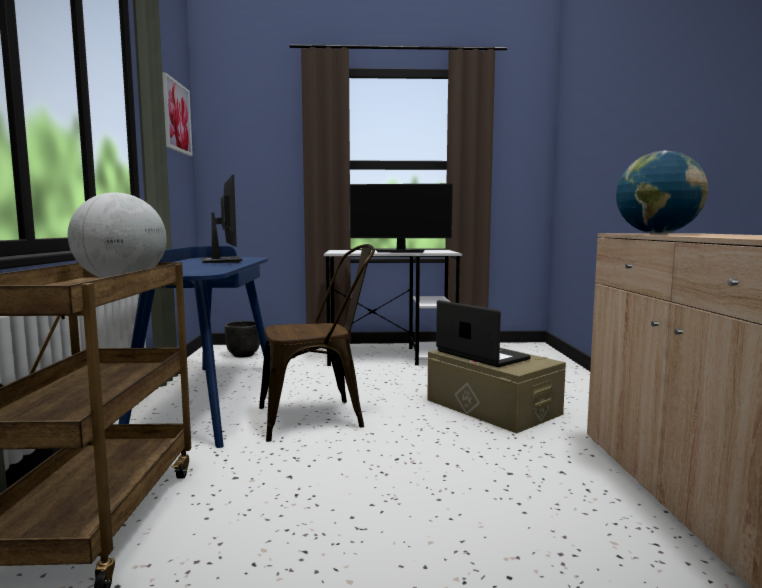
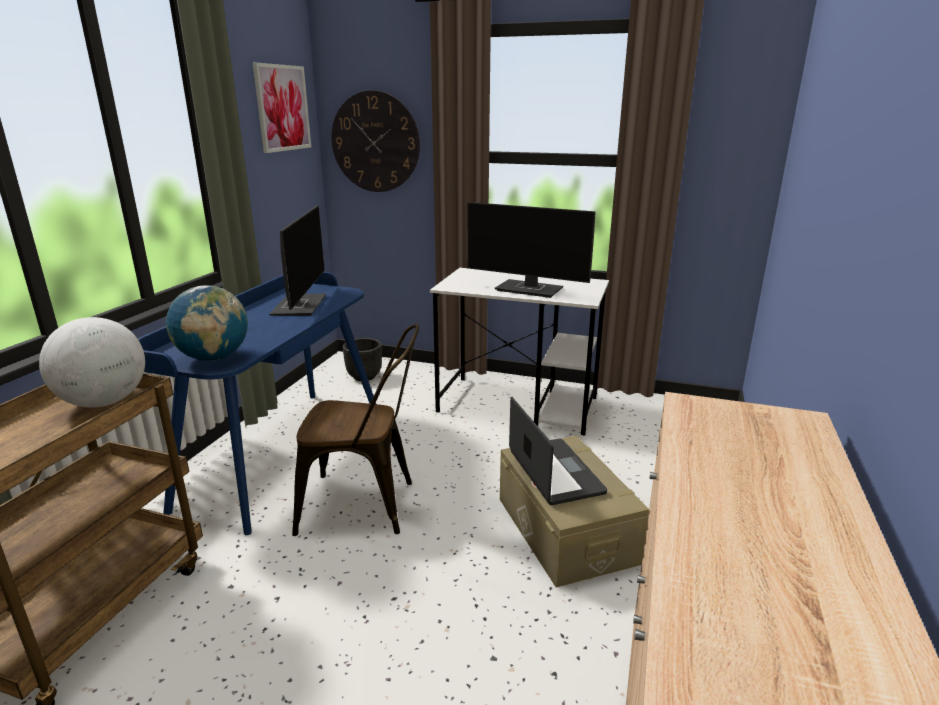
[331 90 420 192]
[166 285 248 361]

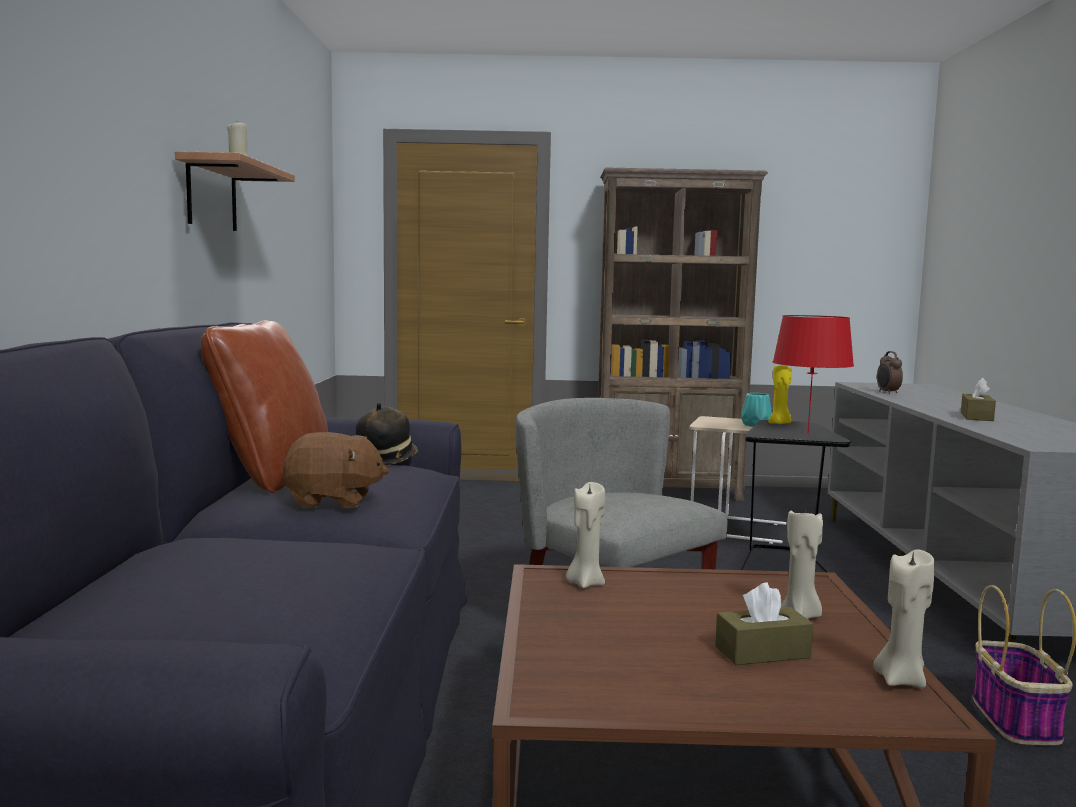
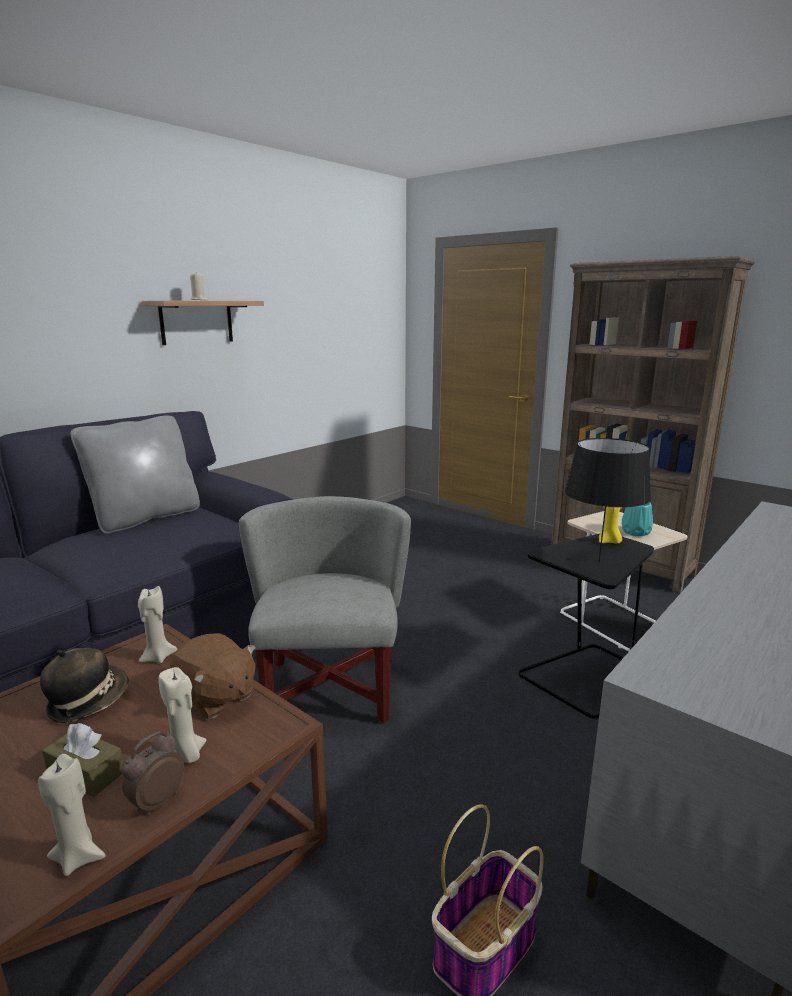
[961 378 996 421] (first image)
[169 633 256 719]
[40 648 129 723]
[121 731 184 815]
[71 415 200 534]
[565 438 651 562]

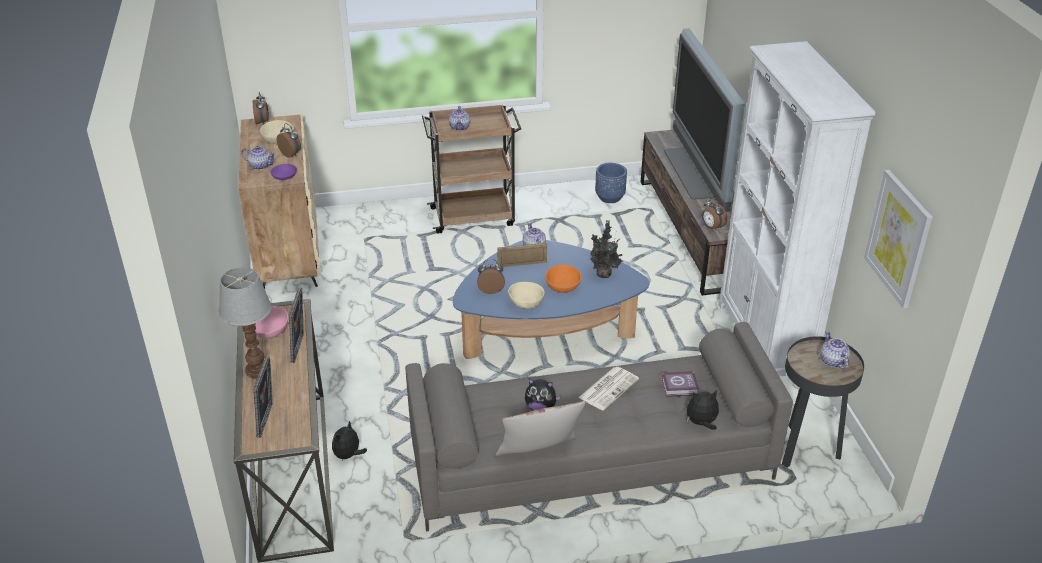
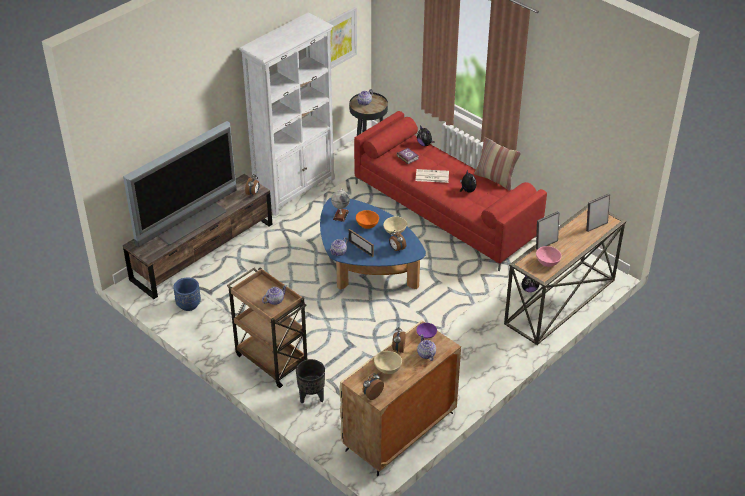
[219 267 272 378] (first image)
[296 359 325 403]
[331 188 350 222]
[354 111 547 271]

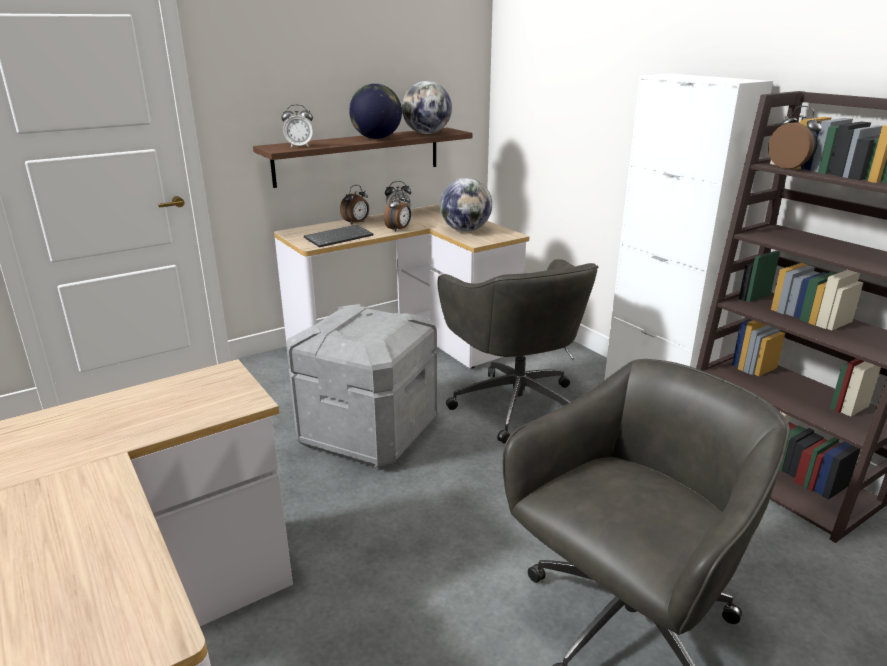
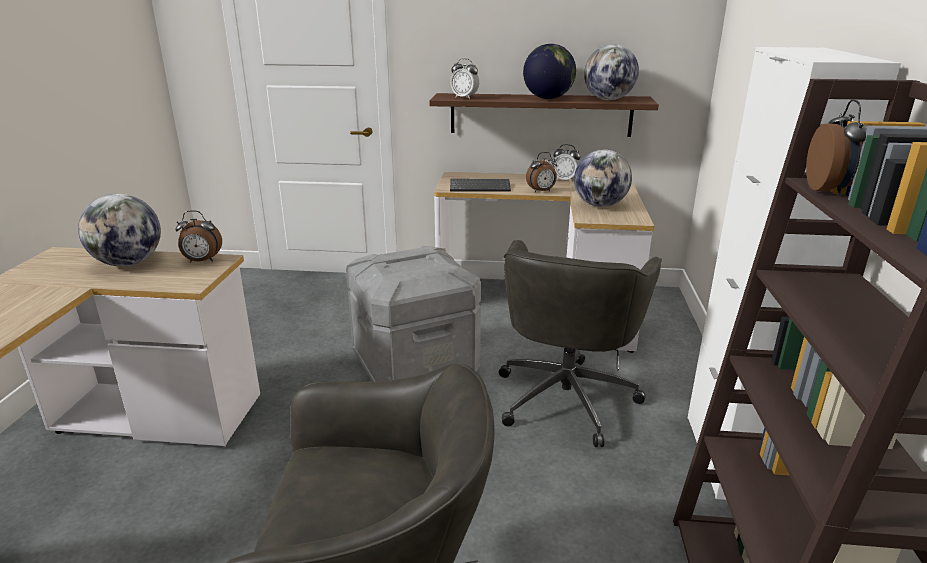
[78 194 161 266]
[175 210 222 262]

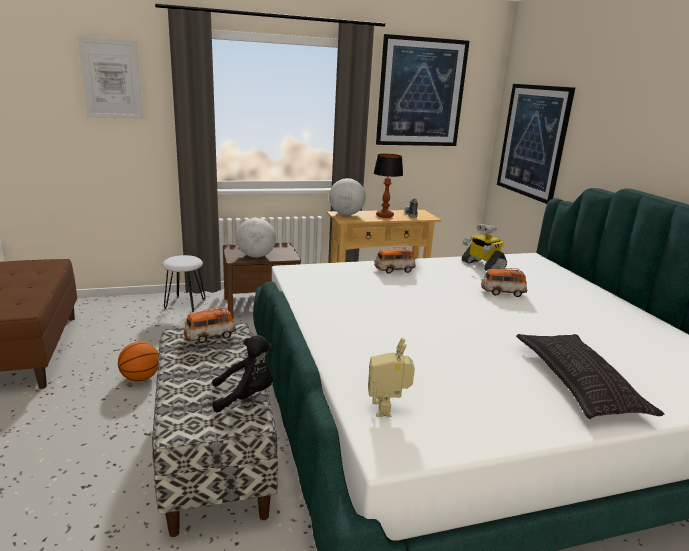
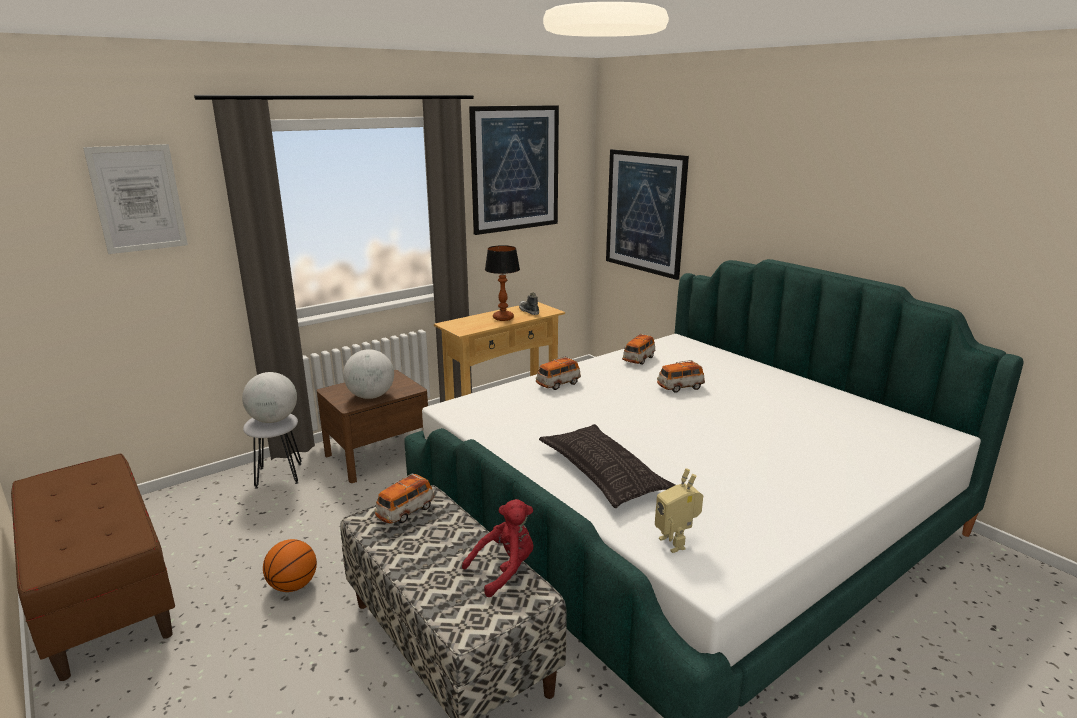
[242 372 297 423]
[539 424 675 508]
[622 333 655 365]
[462 499 533 597]

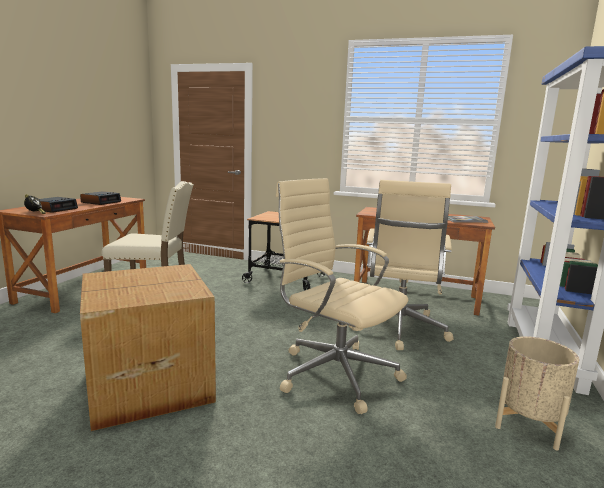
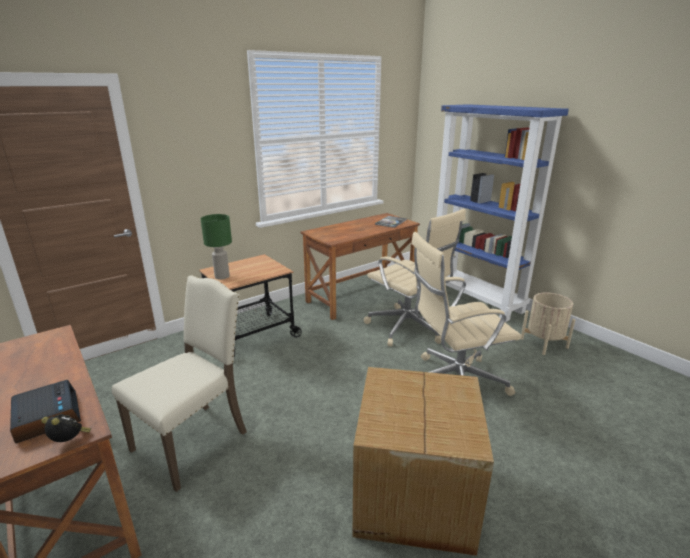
[80 191 121 205] (first image)
[201 214 232 280]

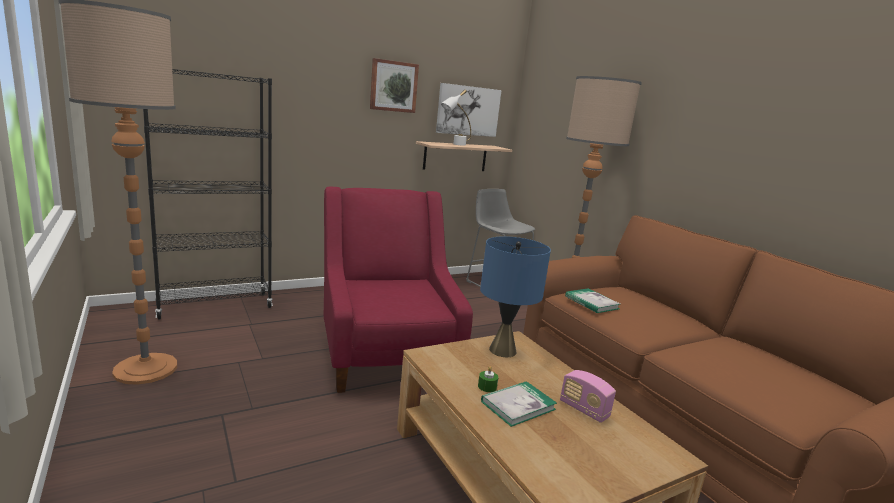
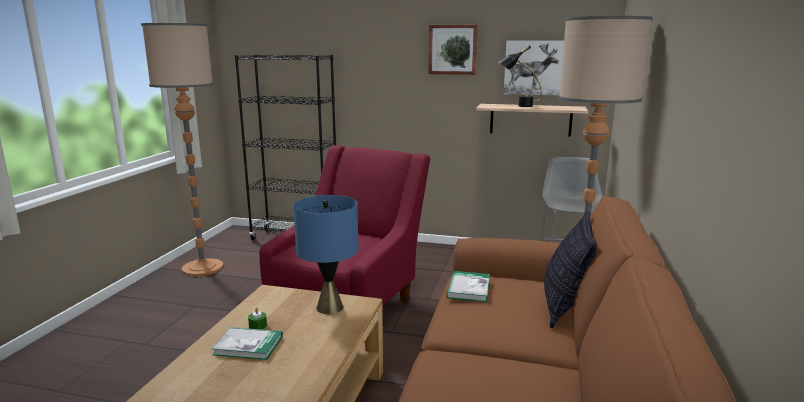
[560 370 616 423] (first image)
[544 210 597 328]
[498 45 542 107]

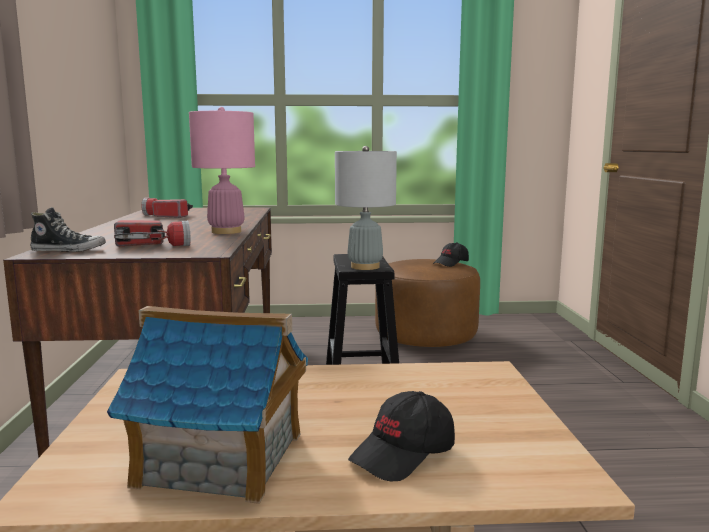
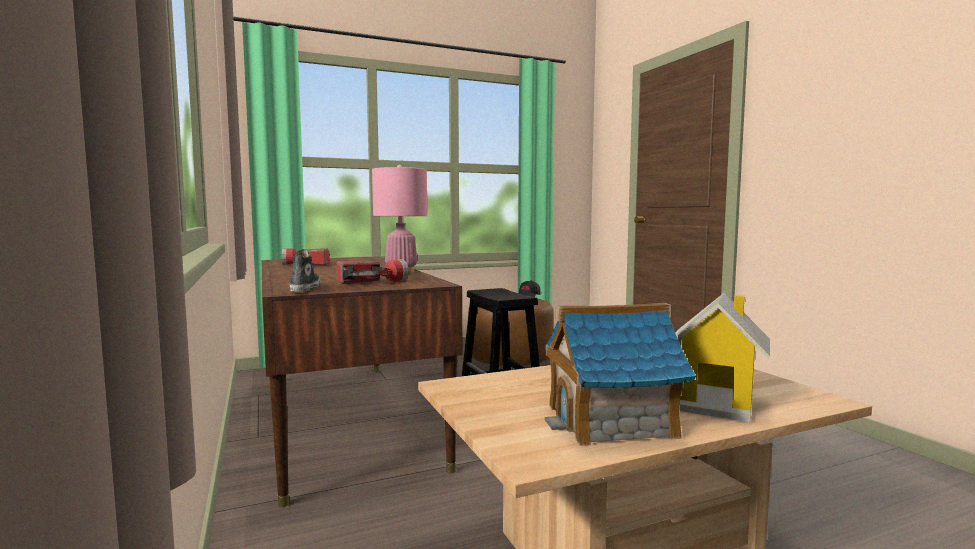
[335 146 397 270] (first image)
[676 293 770 422]
[290 249 321 292]

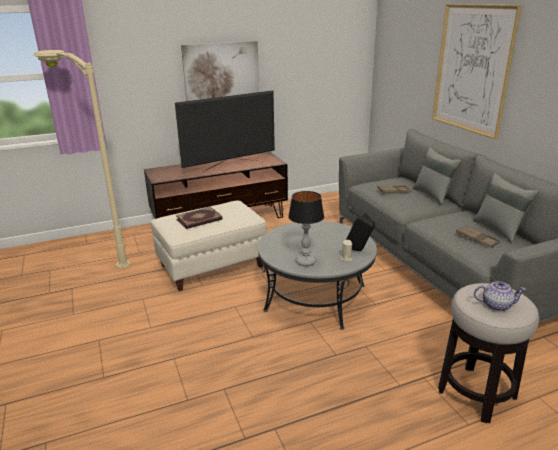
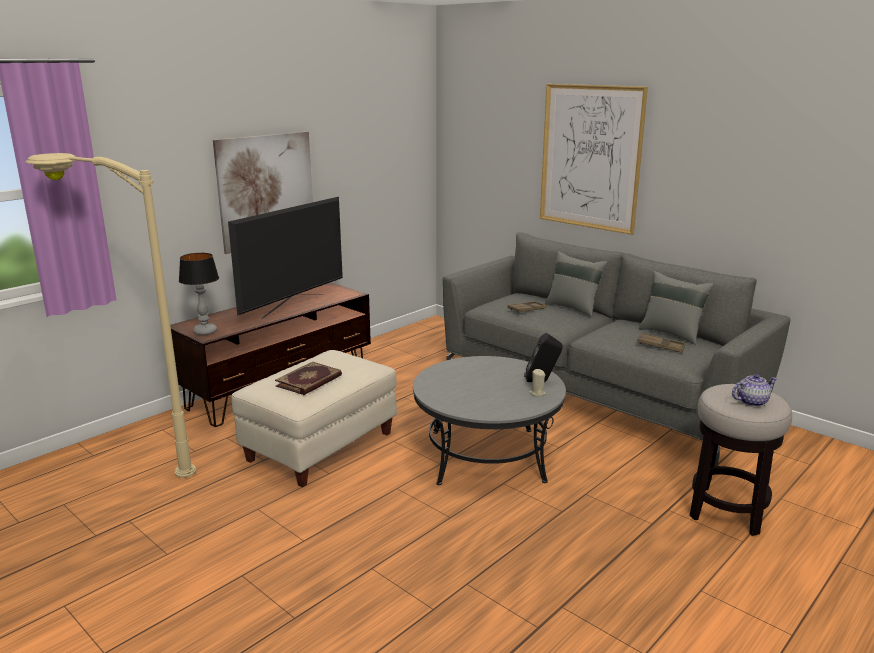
[179 253 219 335]

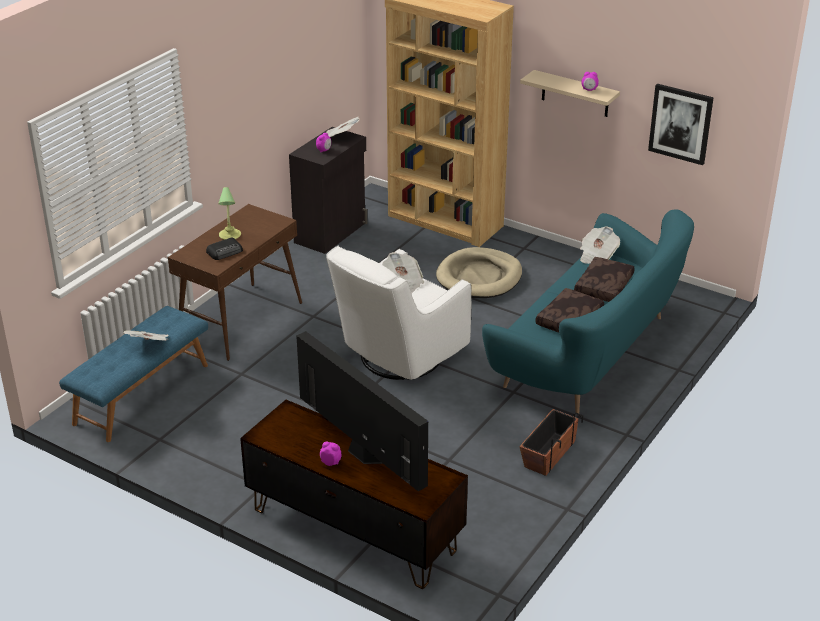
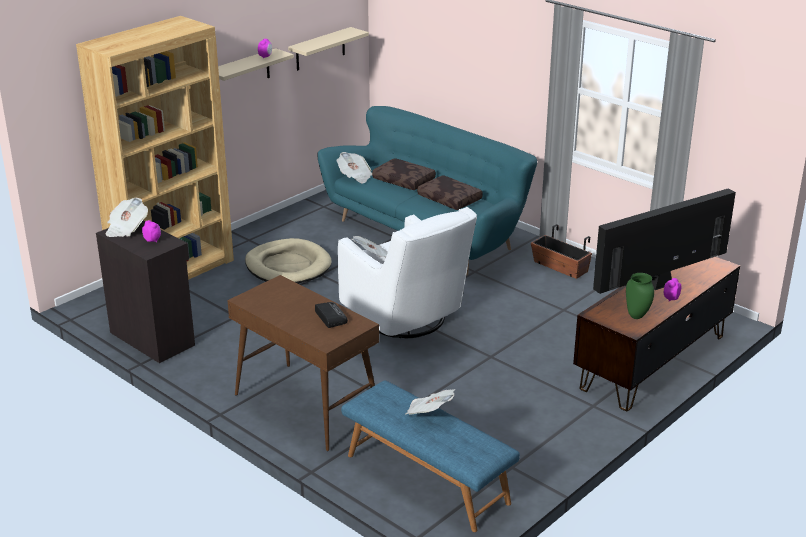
[218 187 241 240] (first image)
[626 273 654 319]
[288 27 369 71]

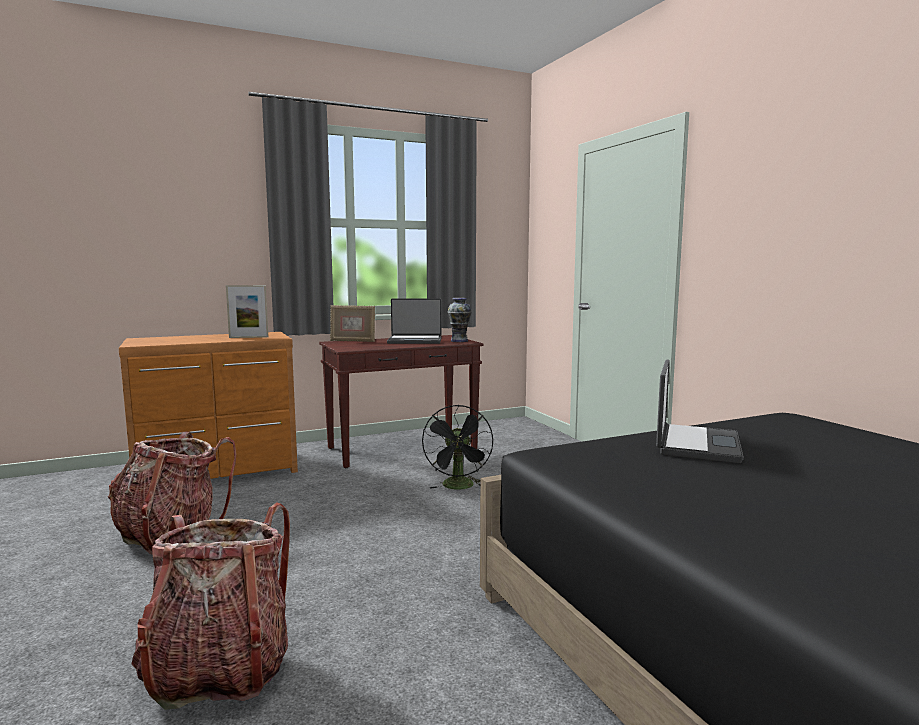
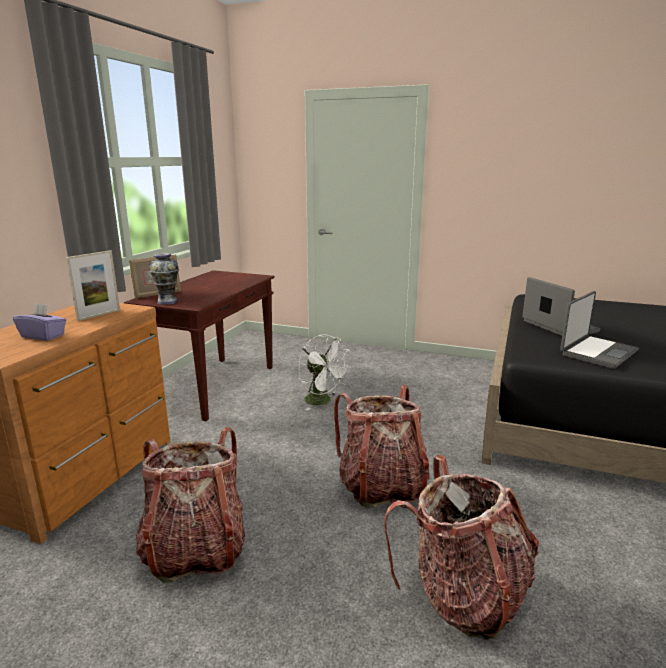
[13 303 66 341]
[334 385 430 508]
[560 291 639 369]
[149 253 179 305]
[299 334 351 410]

